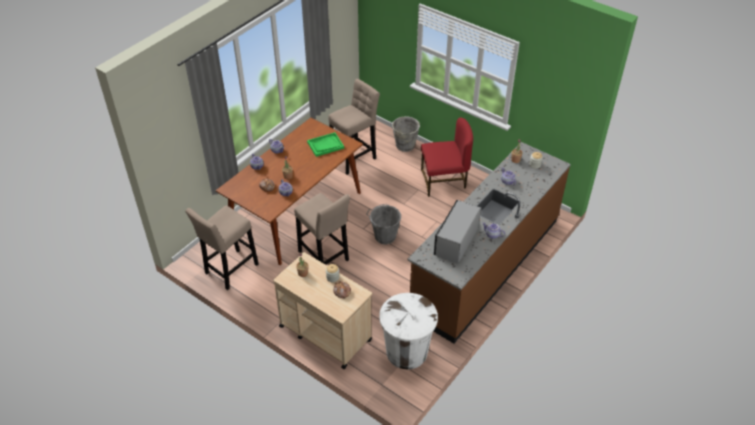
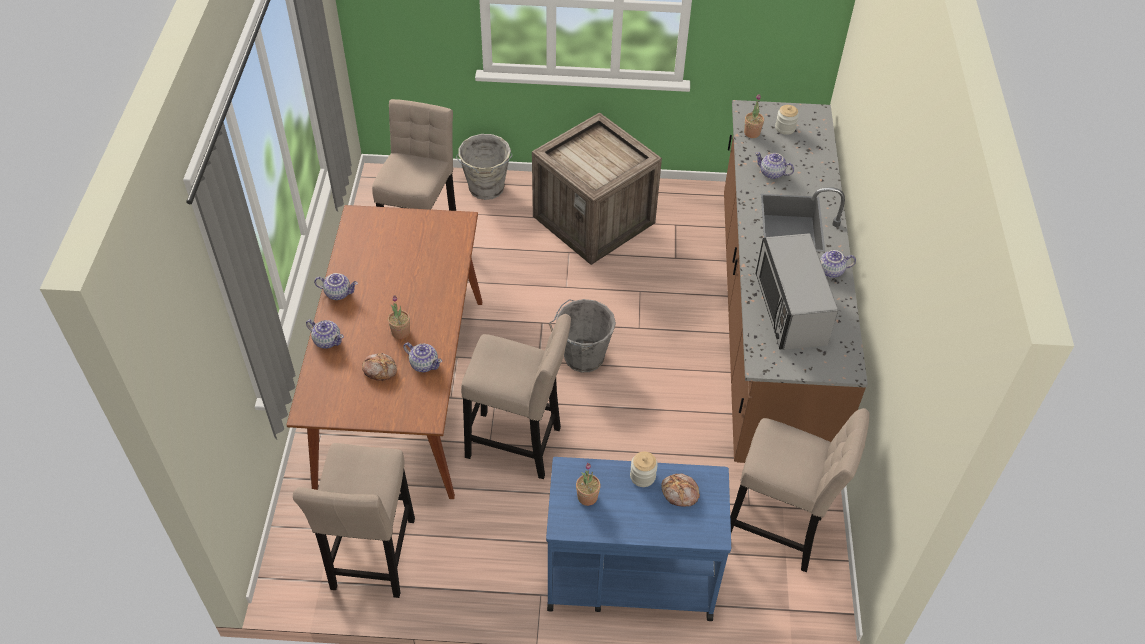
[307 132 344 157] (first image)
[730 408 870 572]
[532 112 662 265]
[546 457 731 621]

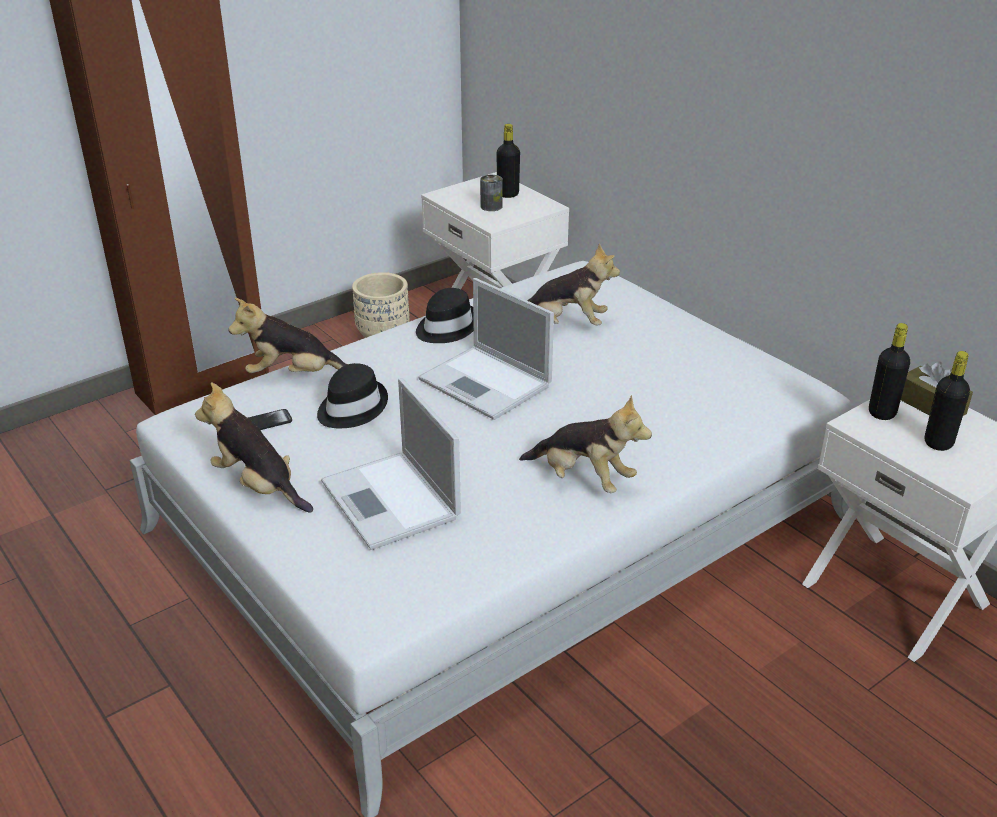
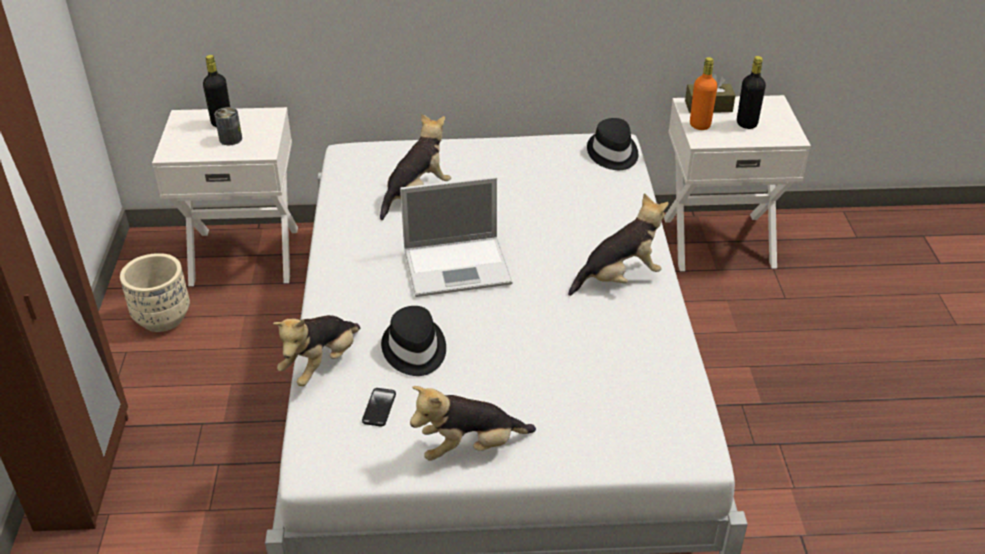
[321 378 461 550] (first image)
[587 118 638 170]
[690 57 718 130]

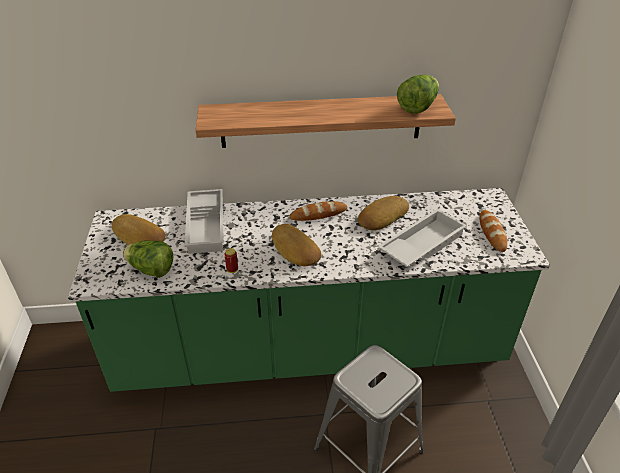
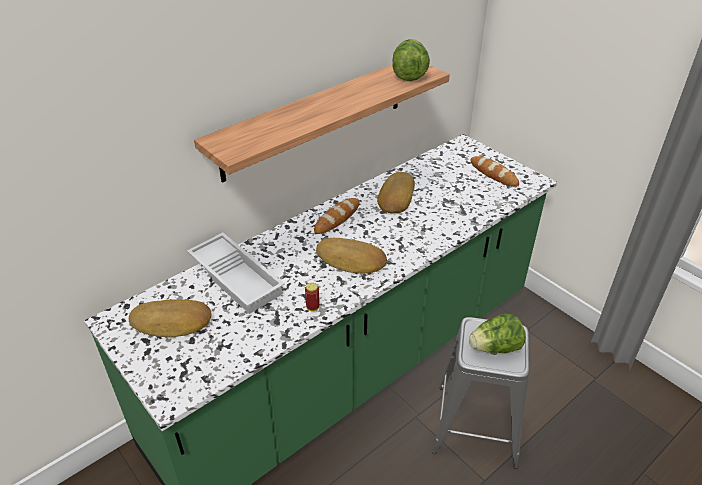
[378 209 467 267] (first image)
[469 314 526 353]

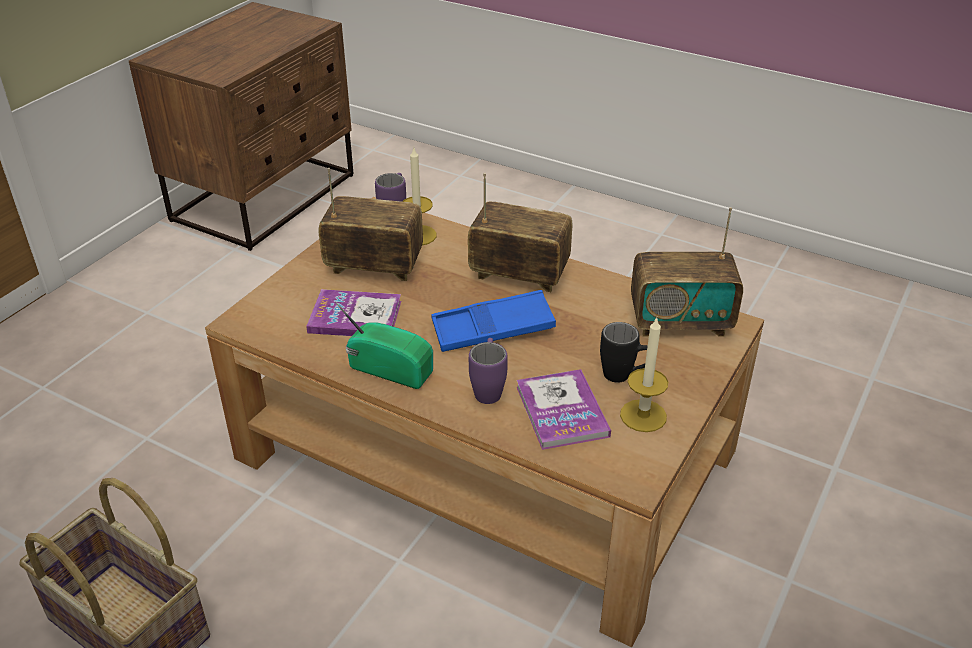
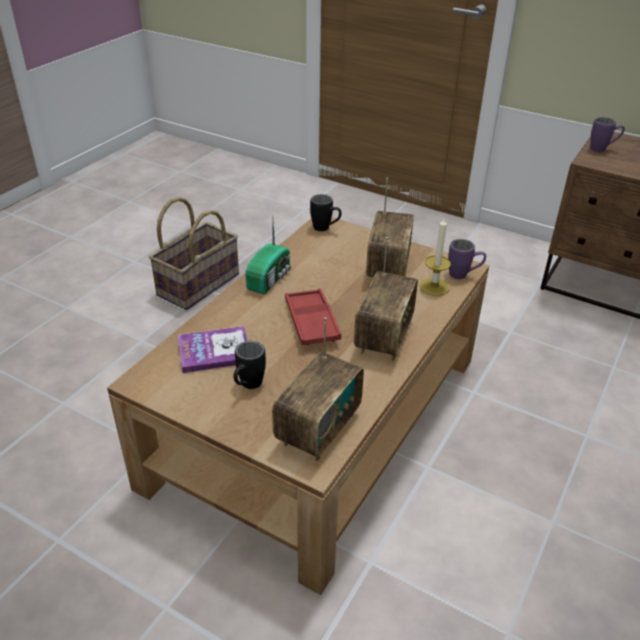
[306 289 401 336] (first image)
[620 317 668 432] (first image)
[310 194 342 231]
[590 117 625 152]
[285 288 341 346]
[272 317 364 461]

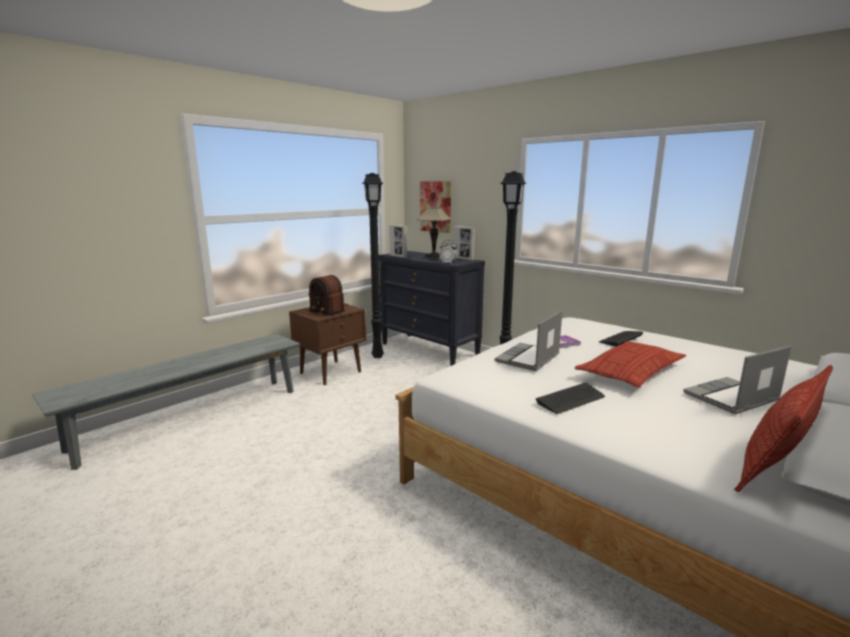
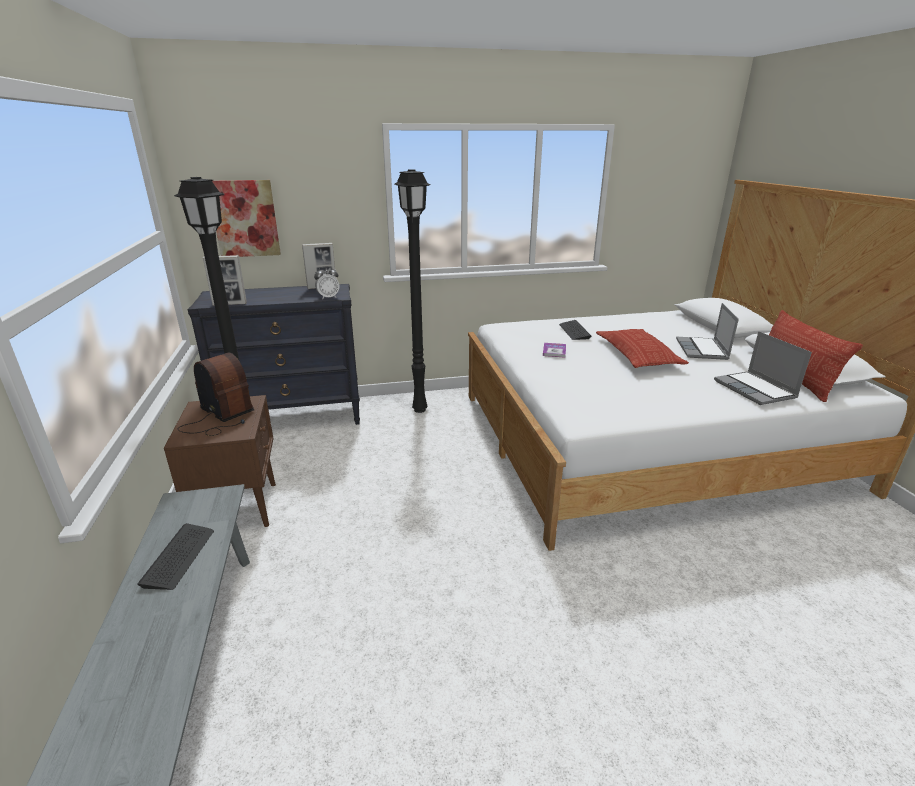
[417 207 451 260] (first image)
[714 331 812 405]
[137 523 214 590]
[178 353 254 436]

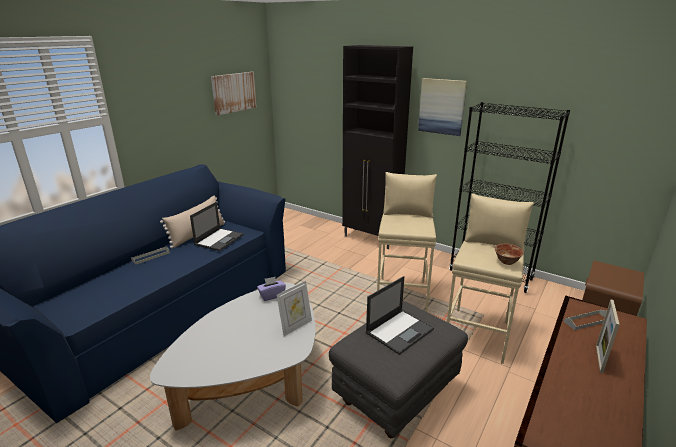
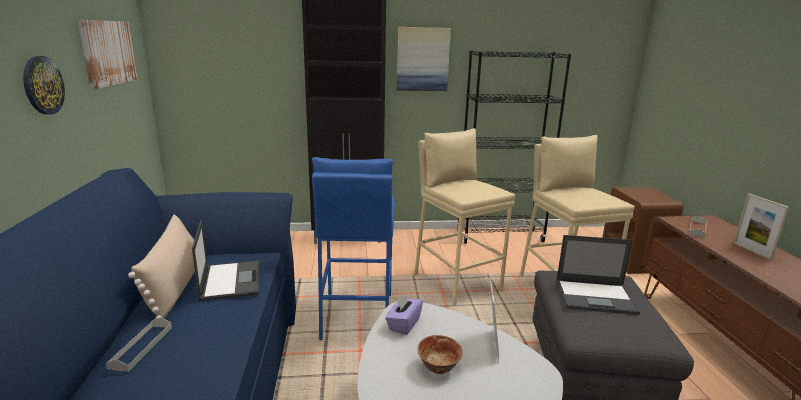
[23 56 65 114]
[312 157 394 340]
[418 335 463 374]
[556 235 640 315]

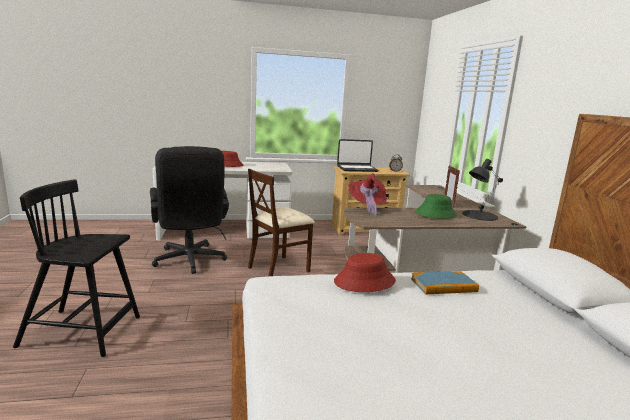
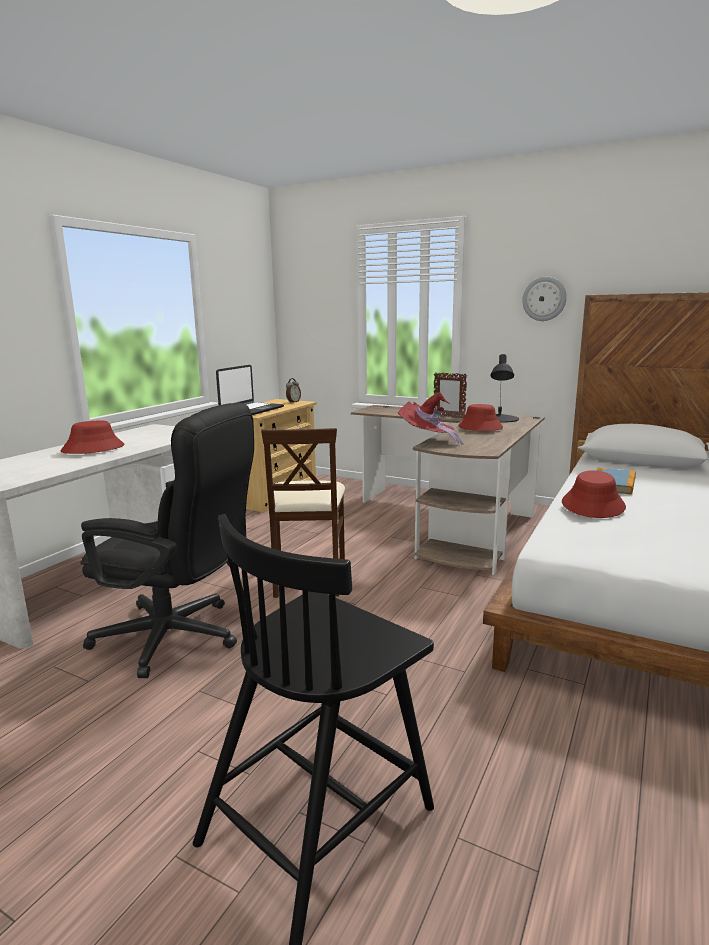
[522 277 567 321]
[458 404 503 431]

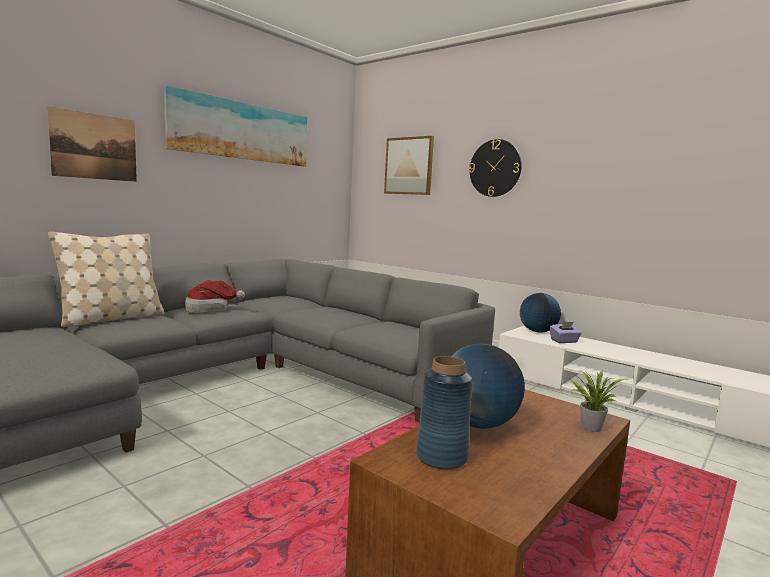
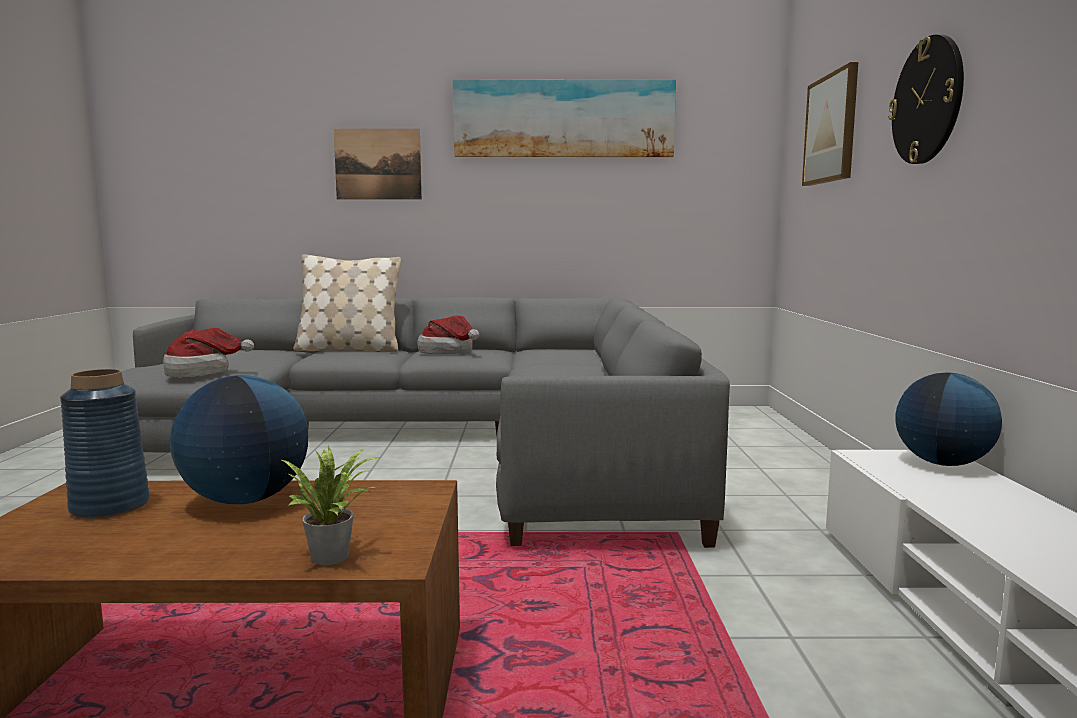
[550 322 582 343] (first image)
[163 328 254 377]

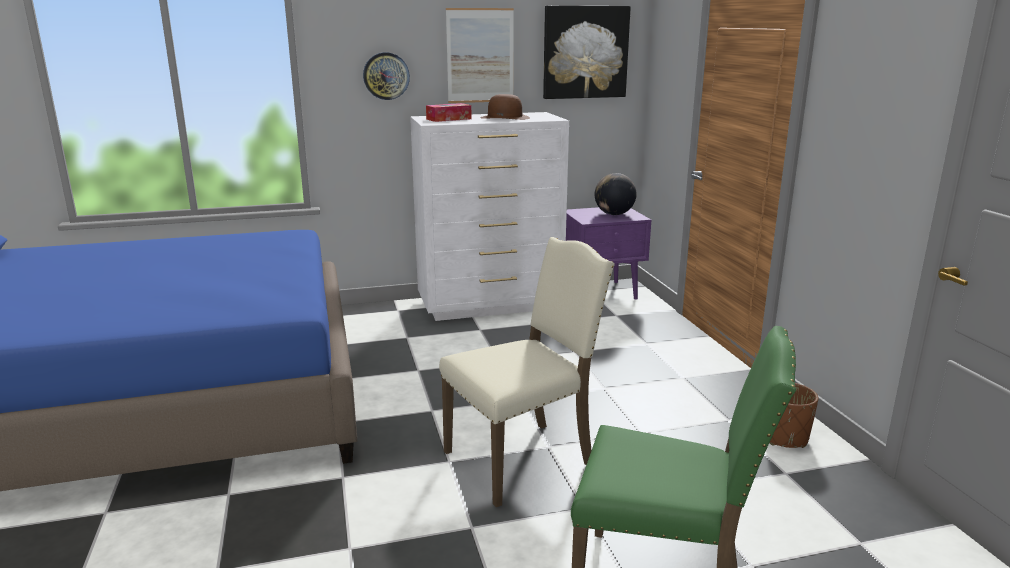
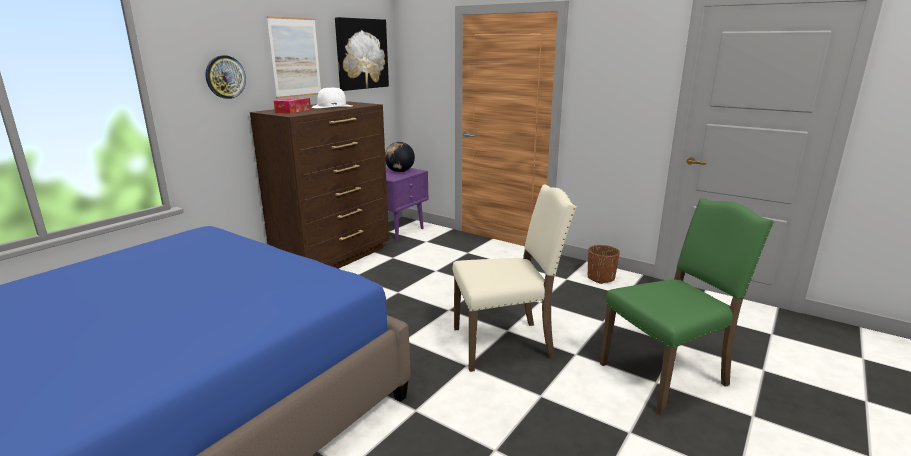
[250 101 389 269]
[312 88 352 108]
[452 184 577 372]

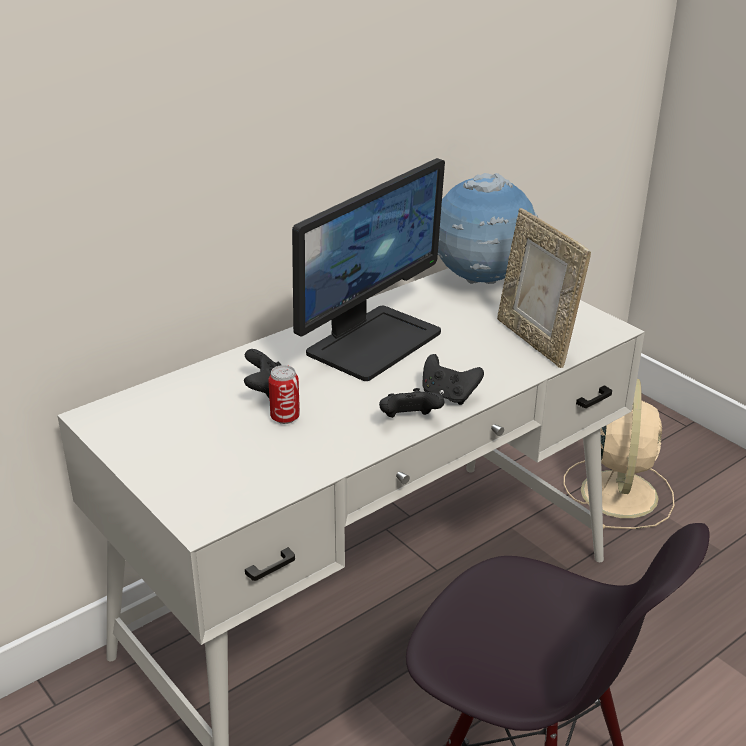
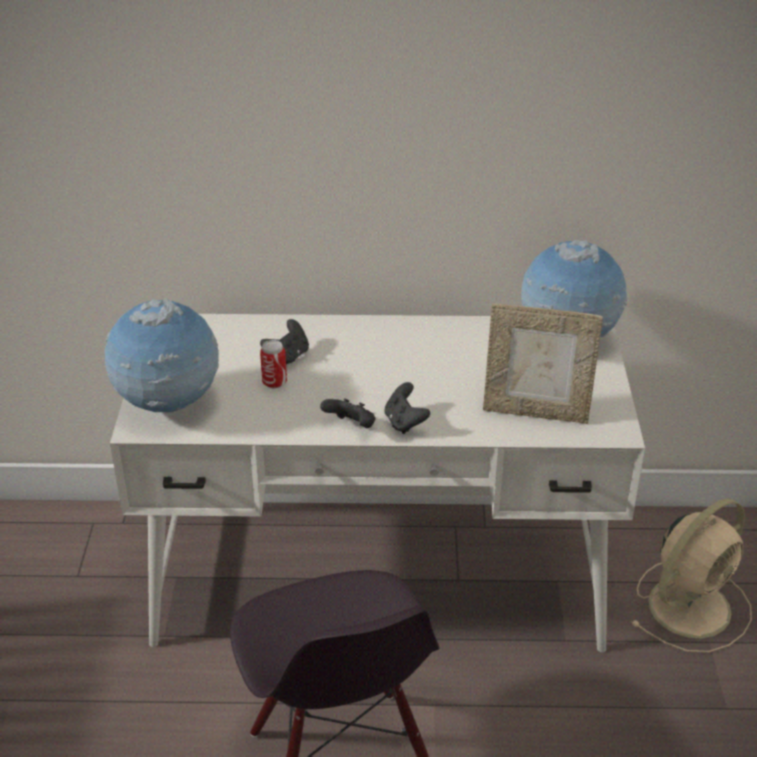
[292 158 445 381] (first image)
[105 298 219 412]
[483 303 603 424]

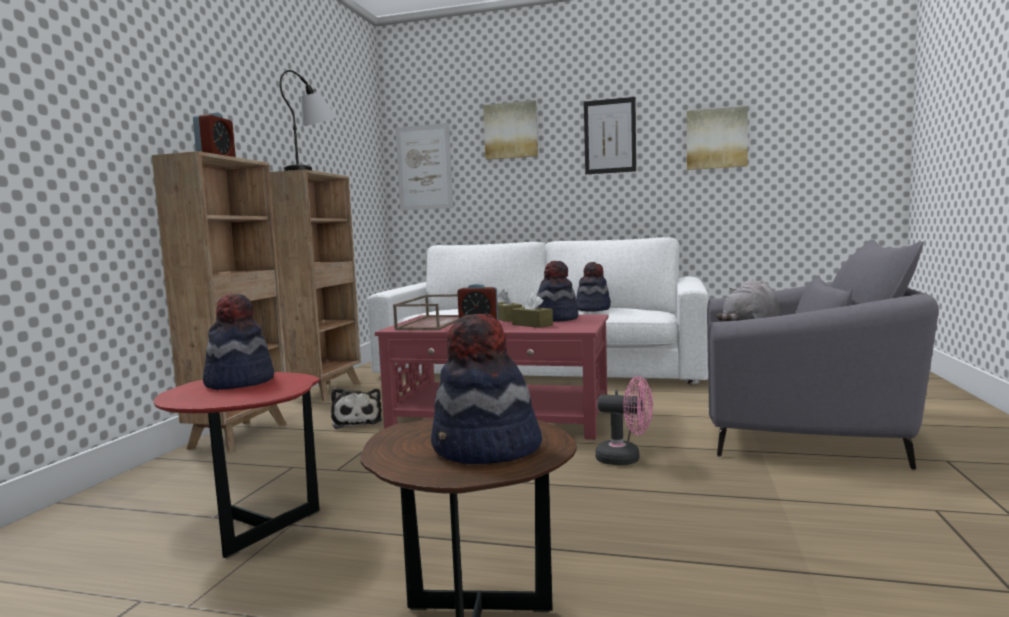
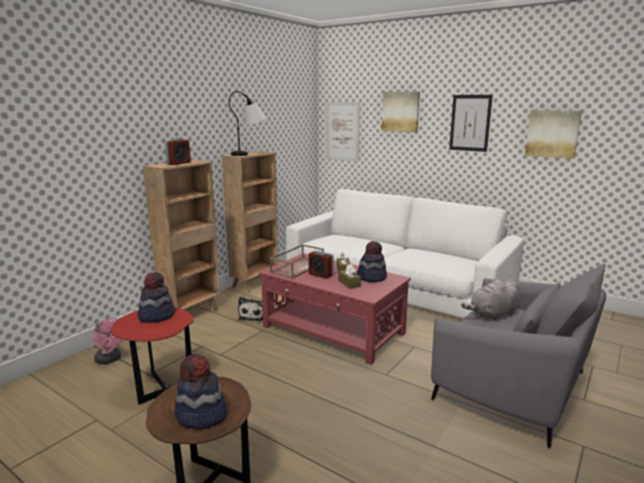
[576 262 611 312] (first image)
[92 318 123 364]

